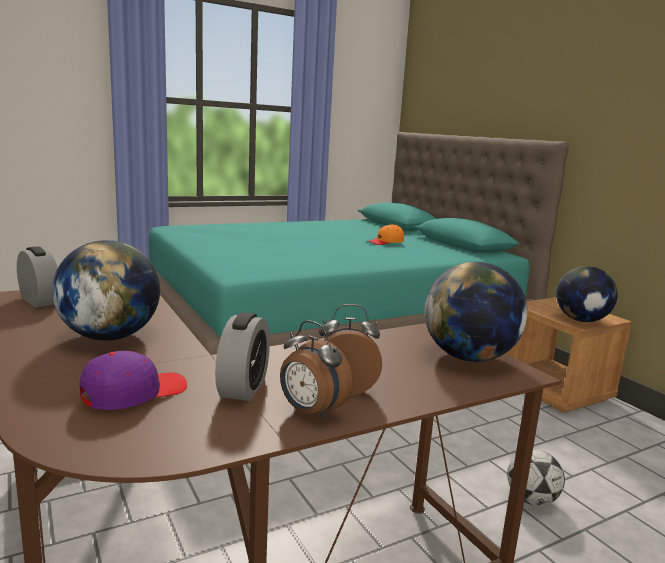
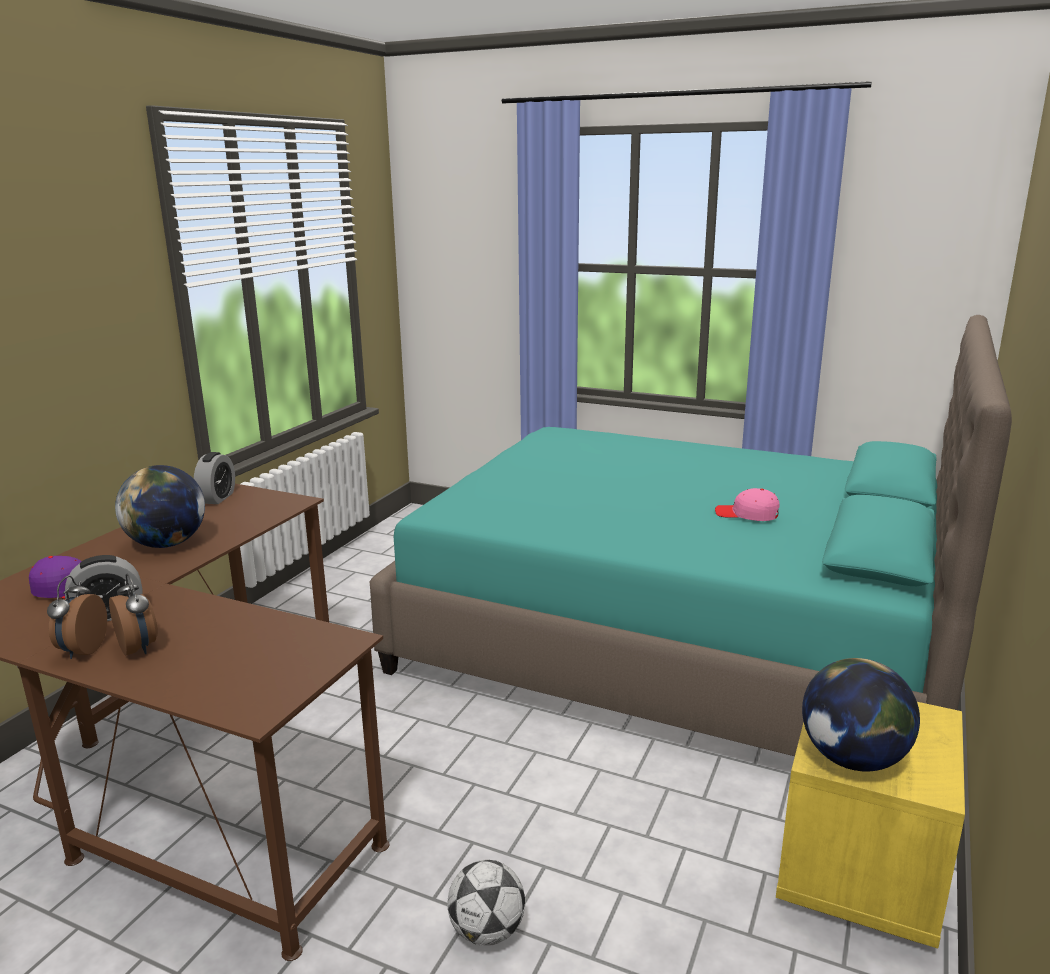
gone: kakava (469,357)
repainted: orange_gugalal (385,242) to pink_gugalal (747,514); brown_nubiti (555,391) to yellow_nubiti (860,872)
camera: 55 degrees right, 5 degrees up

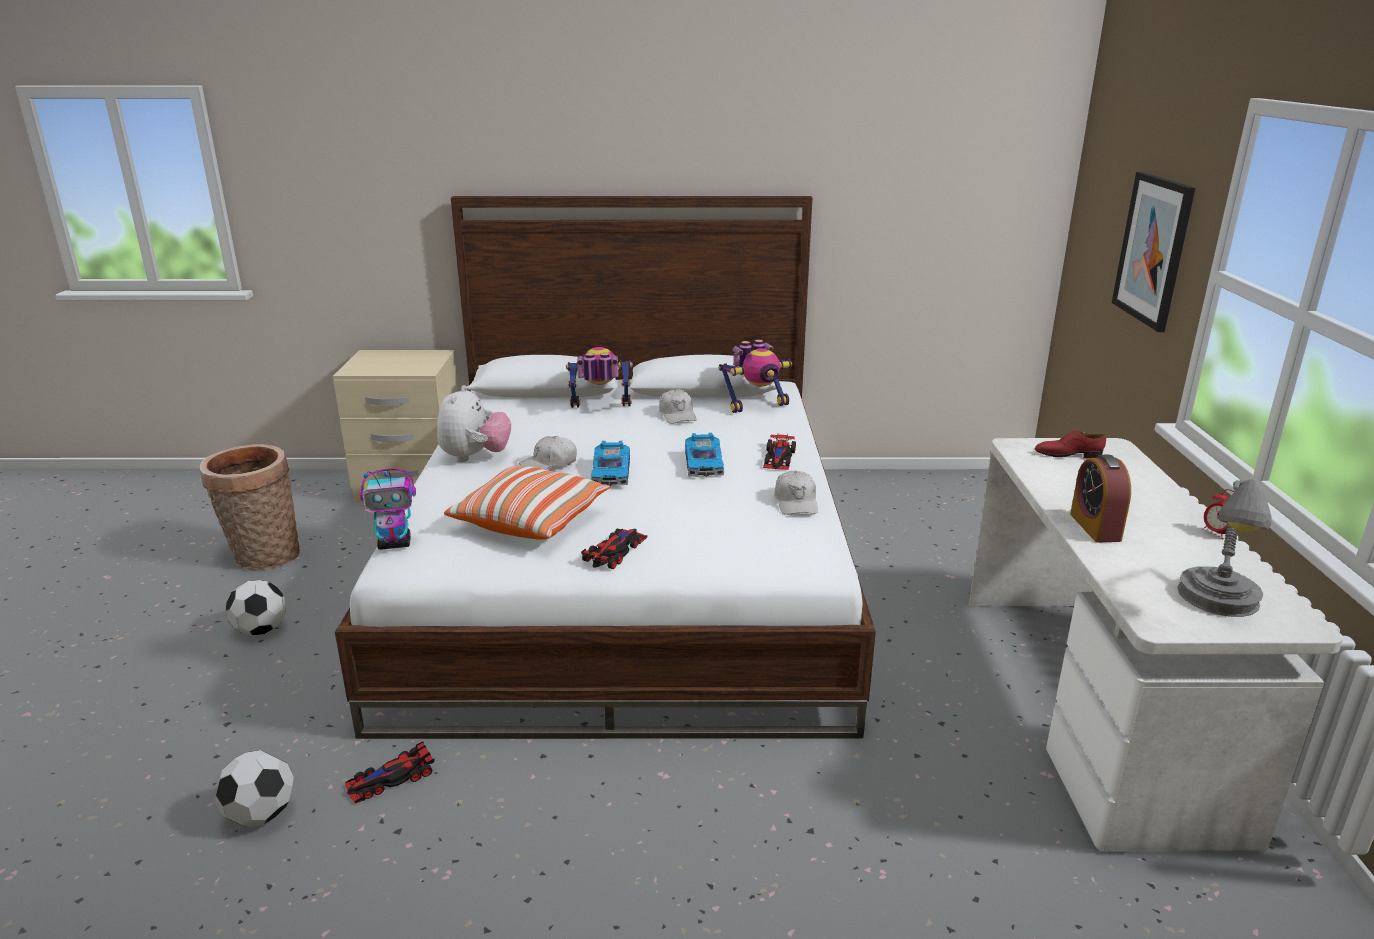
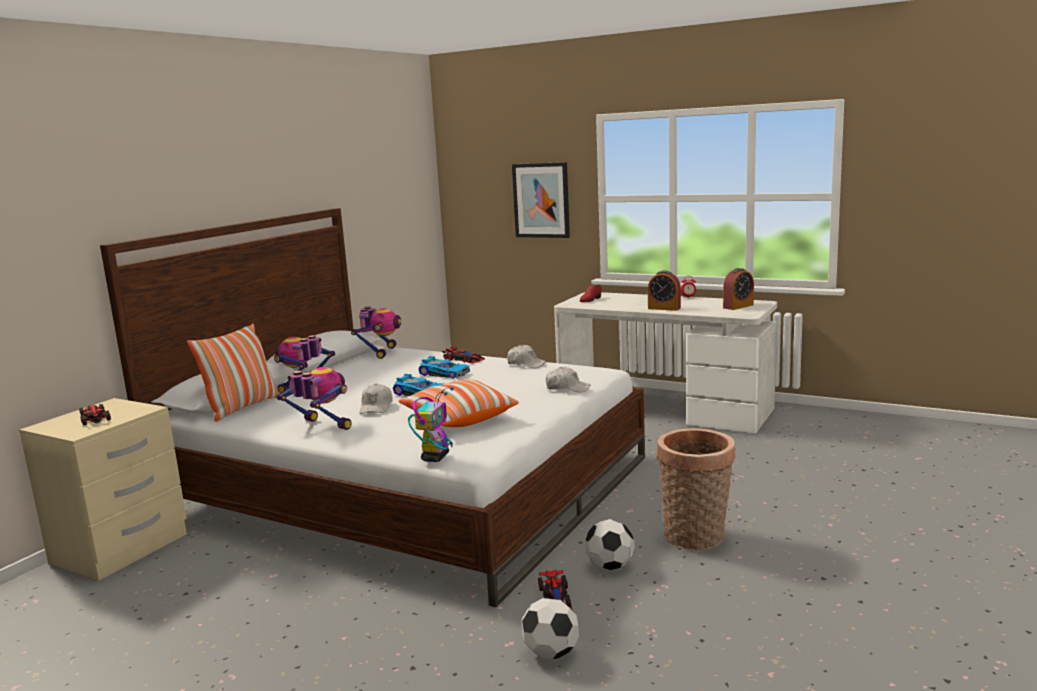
new: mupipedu (242,407)
shifted: white_gugalal (677,415) to (567,388); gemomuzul (263,557) to (695,539); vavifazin (615,551) to (94,417); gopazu (261,630) to (610,566)
swapped: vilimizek (475,457) to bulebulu (321,427); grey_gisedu (1218,600) to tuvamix (738,306)
camera: 60 degrees left, 10 degrees down

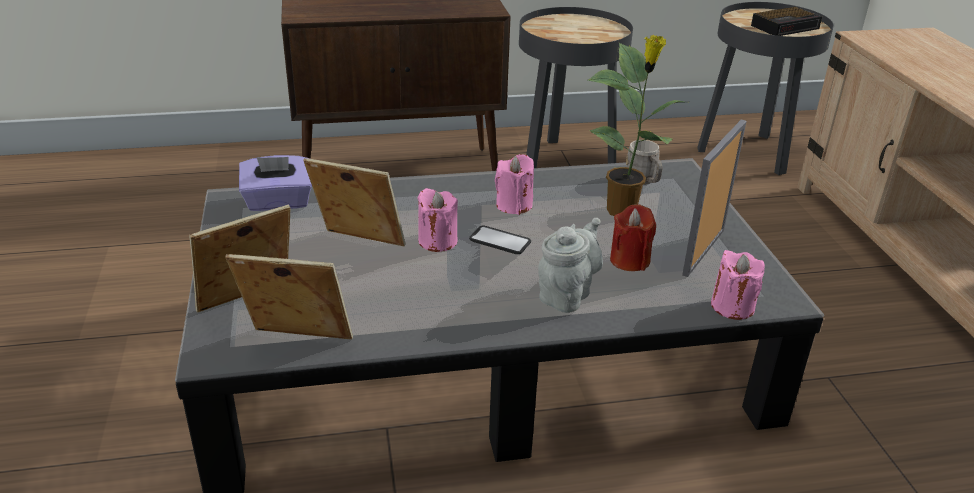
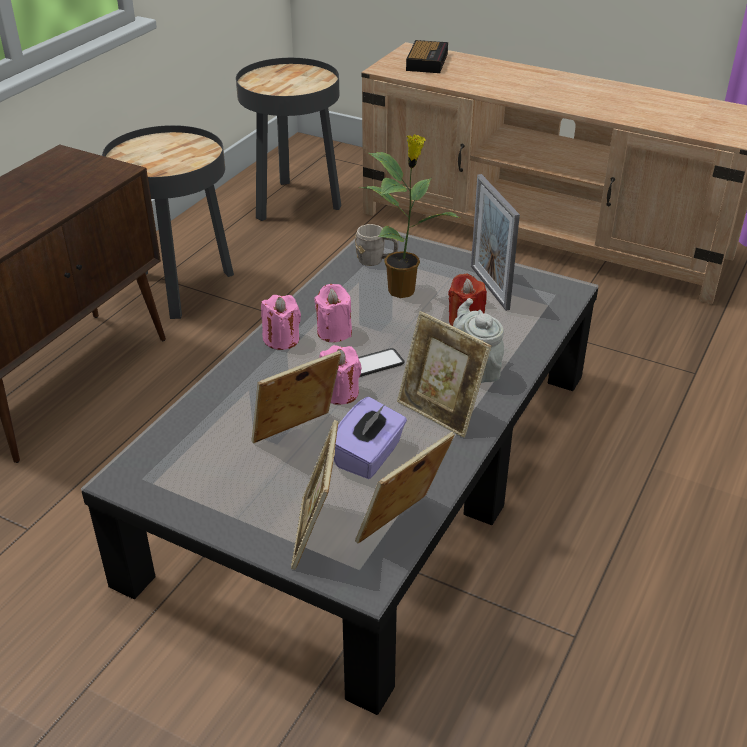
new: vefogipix (440,412)
shifted: tuvamix (786,27) to (427,61); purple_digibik (278,202) to (369,456); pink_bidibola (732,306) to (281,339)
camera: 50 degrees left, 5 degrees up

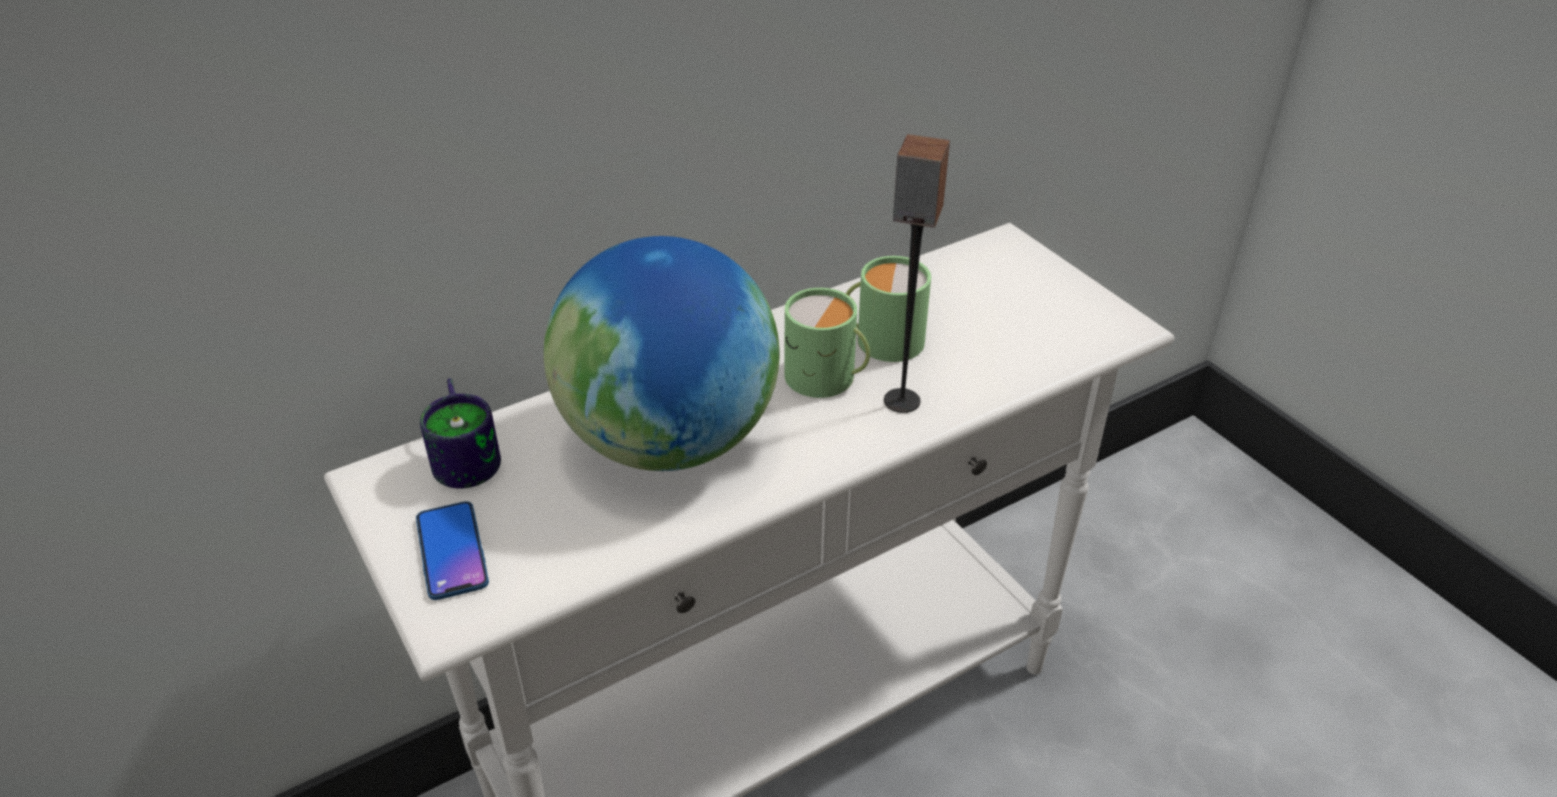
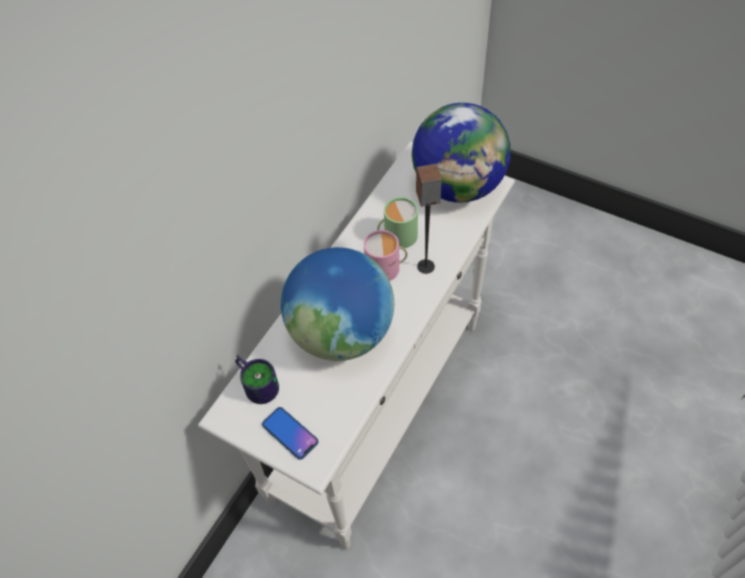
new: kakava (458,186)
repainted: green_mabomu (826,378) to pink_mabomu (386,268)
camera: 25 degrees left, 15 degrees up

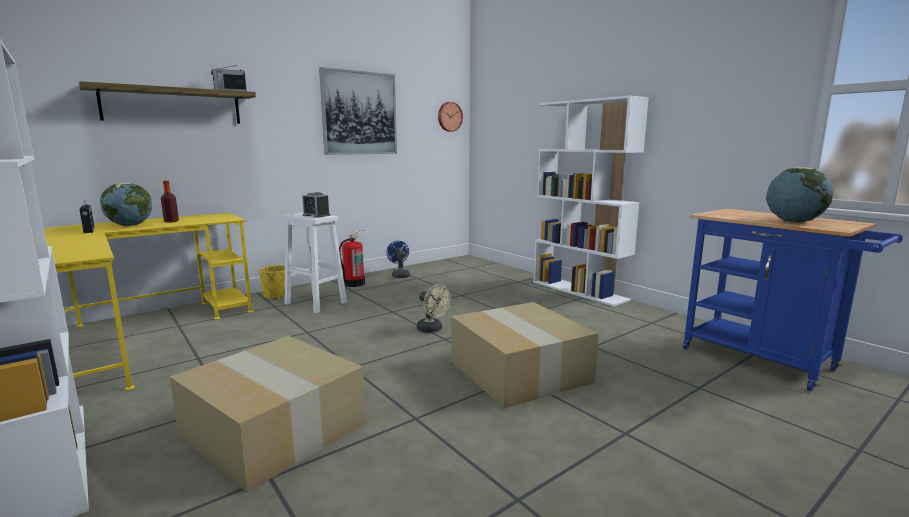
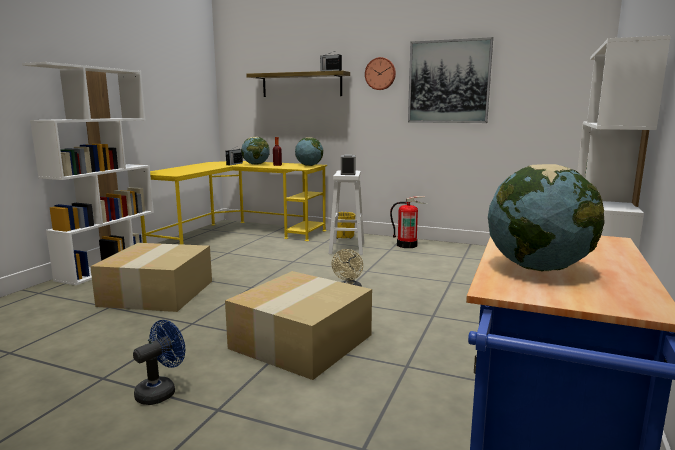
new: kakava (309,165)
shifted: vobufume (449,116) to (380,74); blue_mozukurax (399,275) to (161,391)
camera: 60 degrees right, 0 degrees up

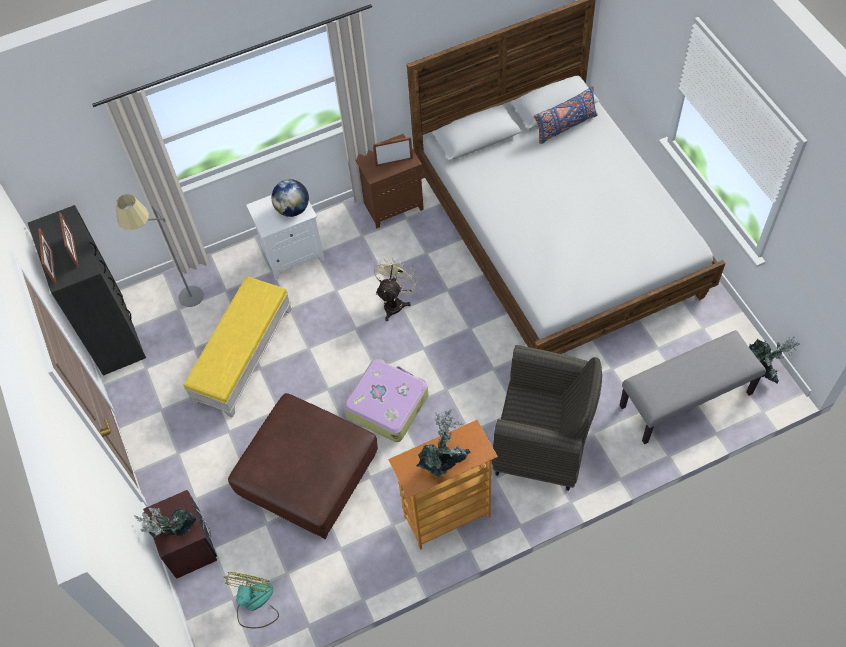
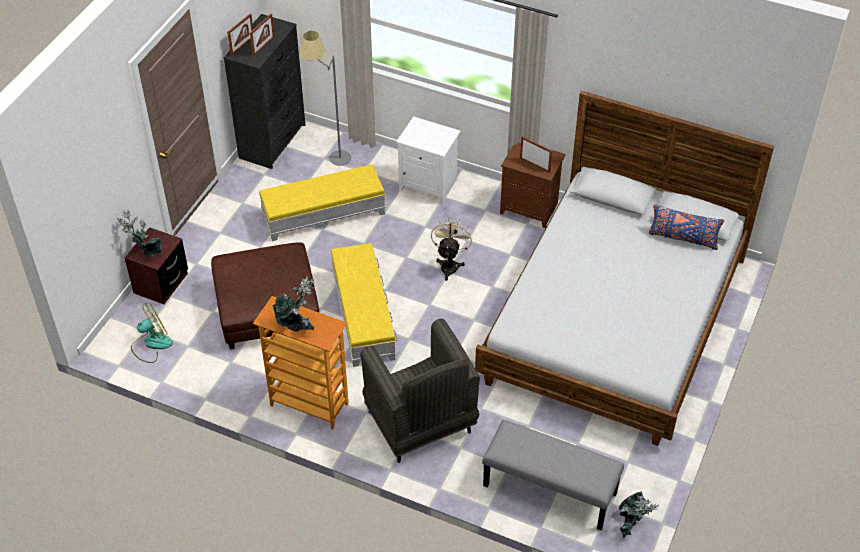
gone: kakava (293,209)
swapped: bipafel (387,404) to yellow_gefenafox (363,314)
rotated: beige_mozukurax (395,302) = (450,264) 60 degrees counterclockwise
camera: 45 degrees right, 10 degrees down

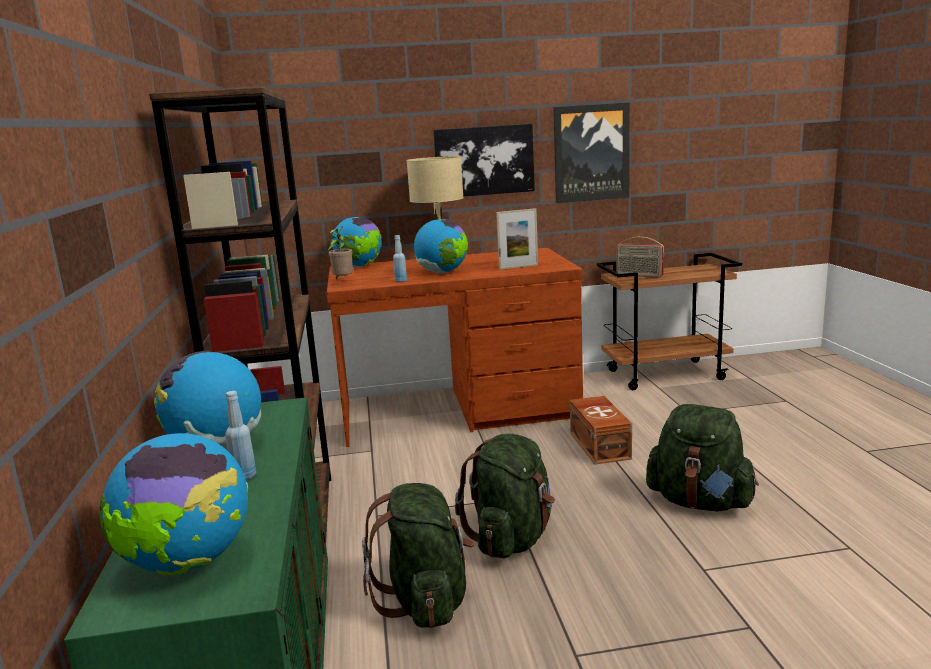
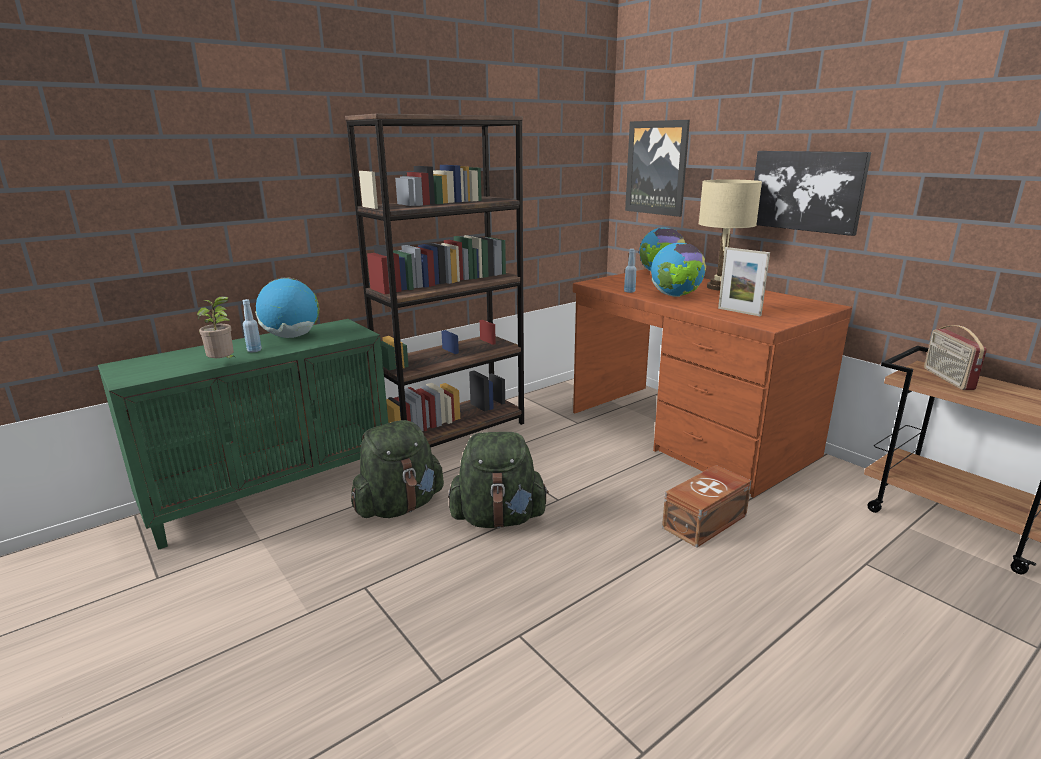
gone: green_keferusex (700,502); kakava (188,563)
shifted: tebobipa (591,153) to (657,168); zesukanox (343,281) to (224,363)
camera: 60 degrees right, 5 degrees up

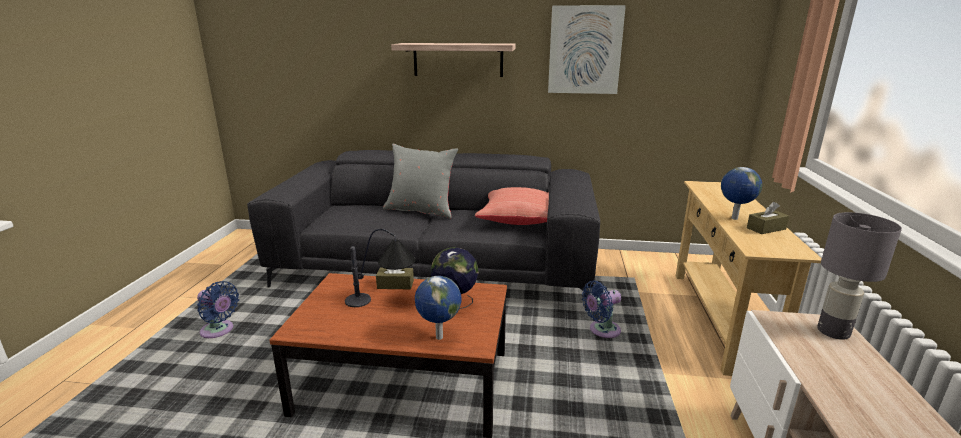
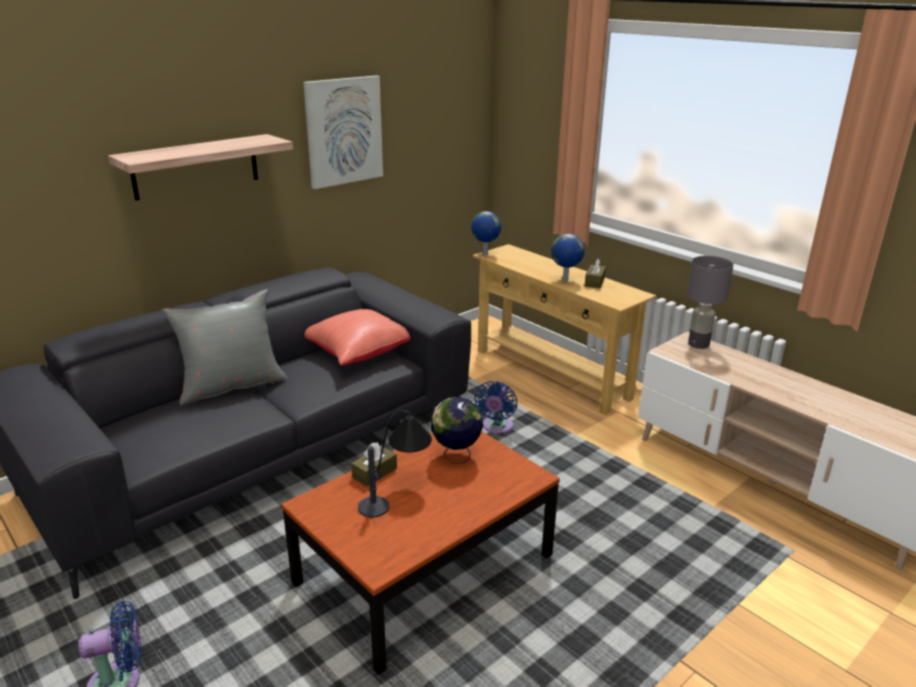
shifted: kakava (438,337) to (485,255)
camera: 50 degrees left, 5 degrees up

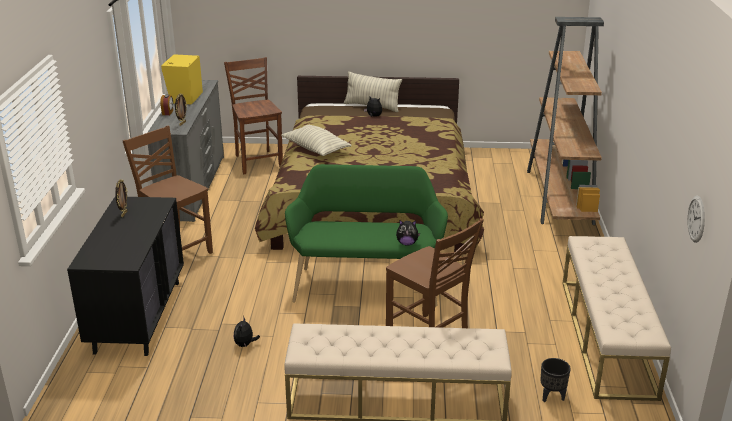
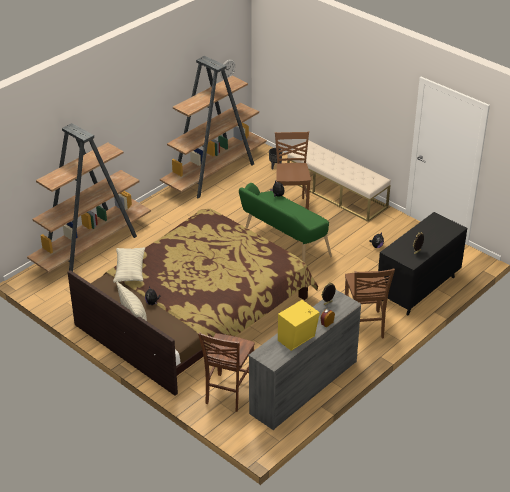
shifted: mupipedu (315,149) to (130,270)
swapped: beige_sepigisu (607,336) to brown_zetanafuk (215,173)
camera: 140 degrees left, 10 degrees up

